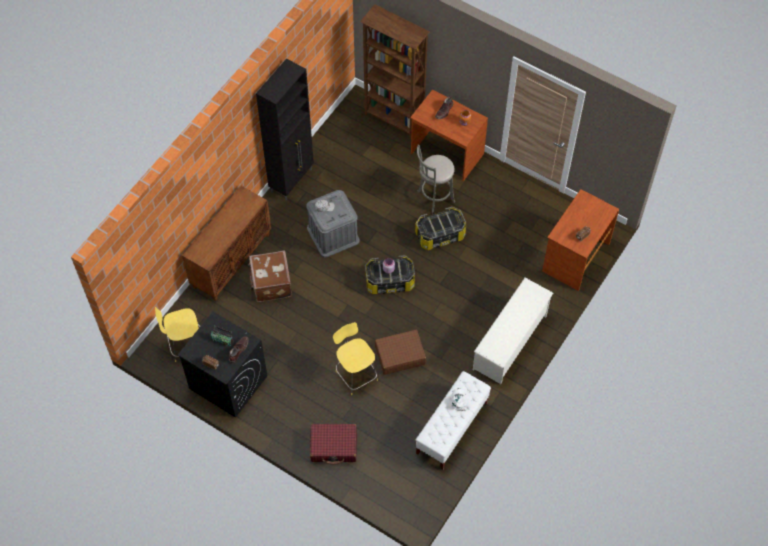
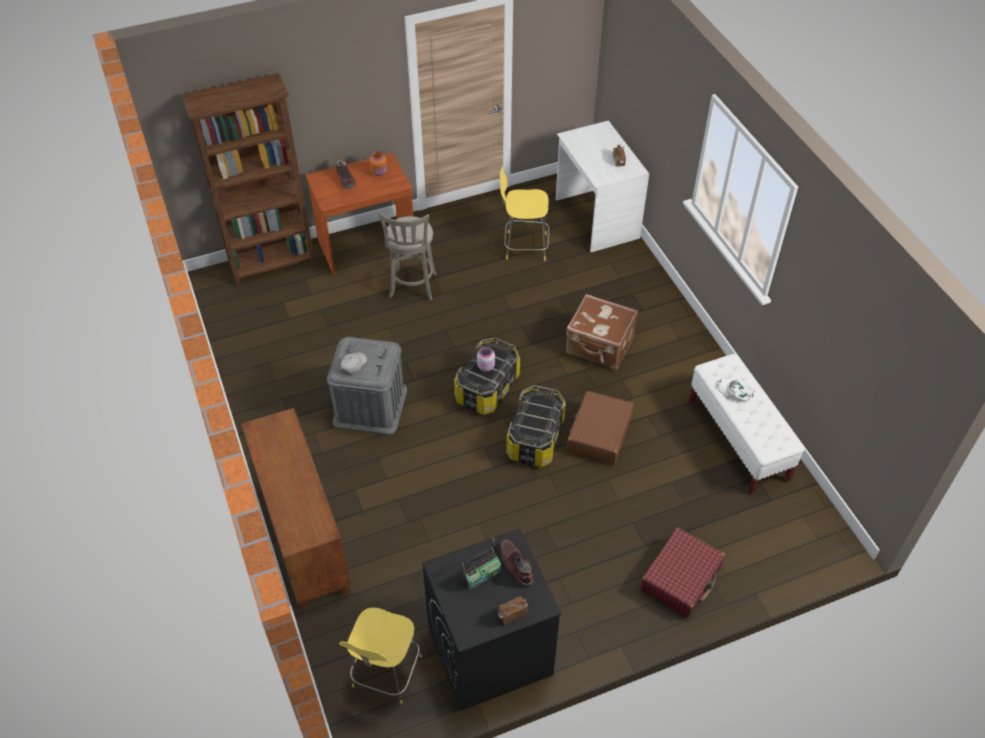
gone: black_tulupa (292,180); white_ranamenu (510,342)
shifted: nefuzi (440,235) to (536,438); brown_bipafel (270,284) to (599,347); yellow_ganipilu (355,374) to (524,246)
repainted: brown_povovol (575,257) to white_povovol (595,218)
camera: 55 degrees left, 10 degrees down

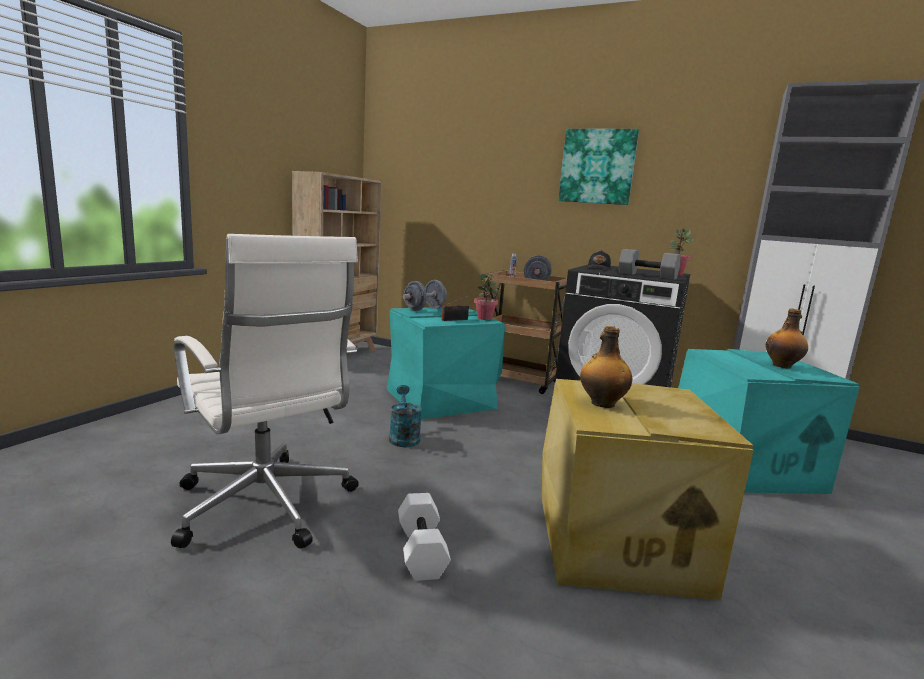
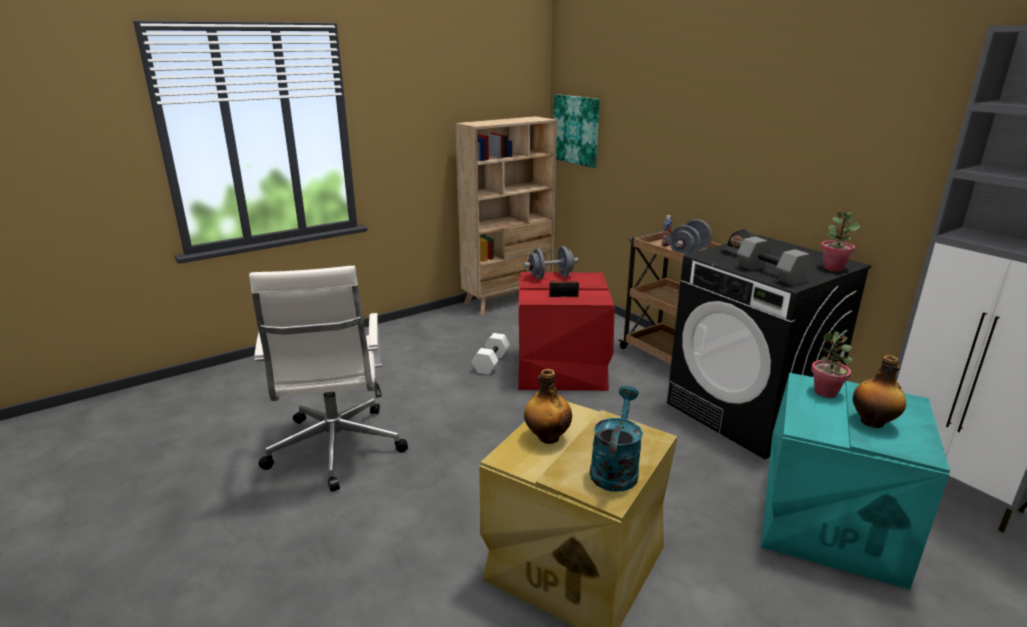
shifted: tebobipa (597,166) to (576,130); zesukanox (484,318) to (826,392); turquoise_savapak (403,437) to (615,468); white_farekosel (420,550) to (490,362)
repainted: turquoise_nefuzi (442,399) to red_nefuzi (562,369)
camera: 30 degrees right, 10 degrees up

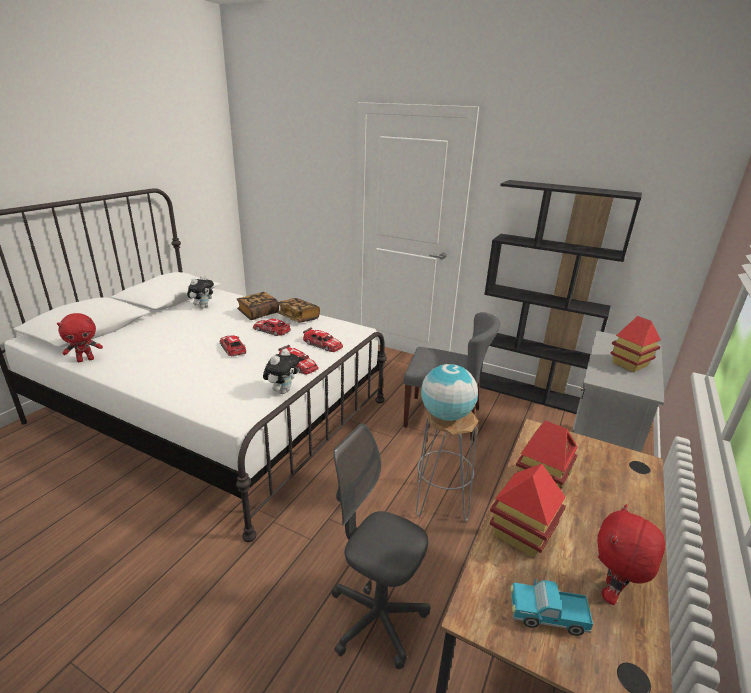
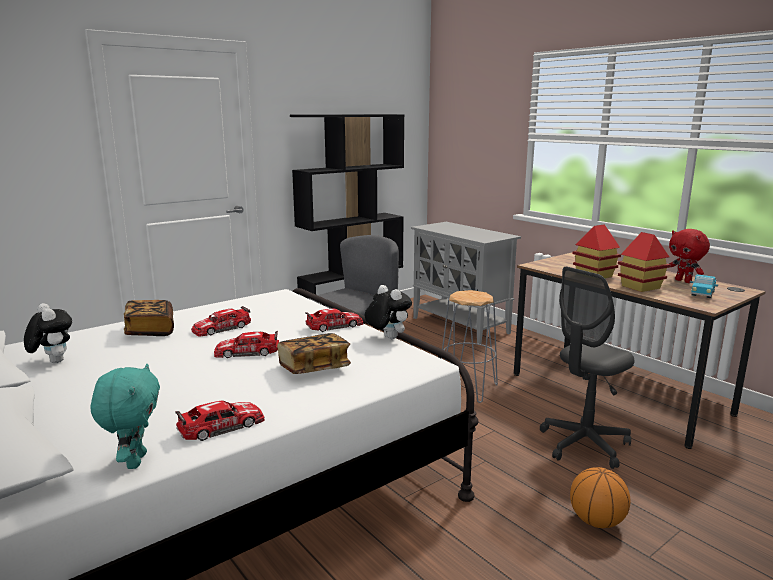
gone: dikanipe (629,364); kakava (446,415)
new: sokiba (597,521)
shifted: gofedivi (298,318) to (314,368); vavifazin (322,344) to (221,426)
repainted: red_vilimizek (86,360) to turquoise_vilimizek (134,461)
camera: 65 degrees left, 10 degrees down

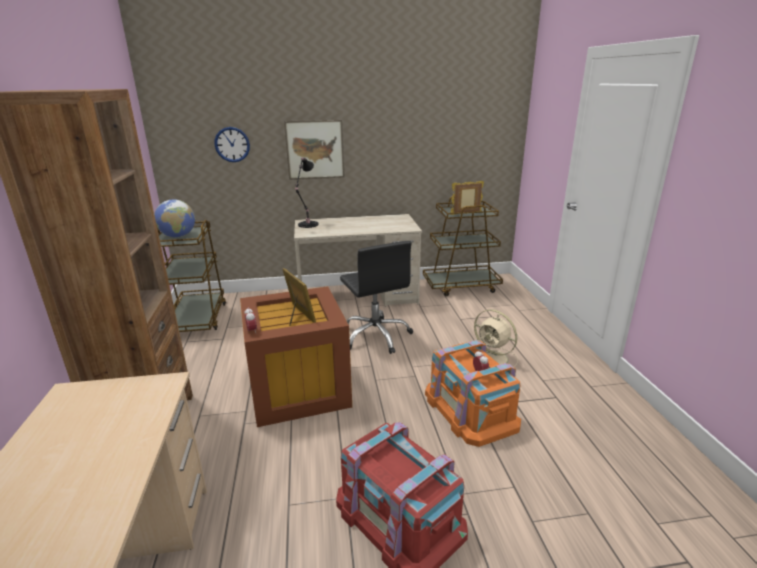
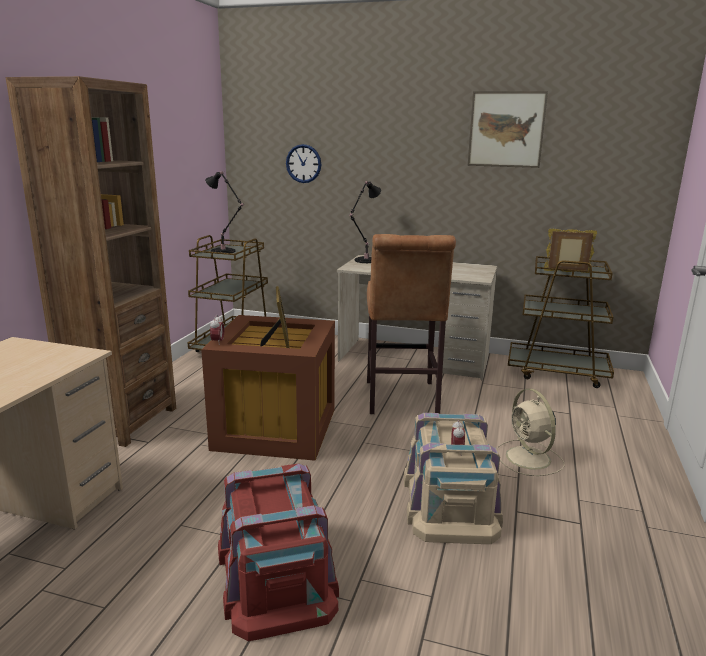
shifted: tebobipa (315,150) to (506,129)
swapped: kakava (178,236) to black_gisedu (224,251); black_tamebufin (376,335) to brown_ganipilu (401,400)
repainted: orange_nefuzi (469,409) to beige_nefuzi (449,501)
camera: 25 degrees right, 5 degrees down

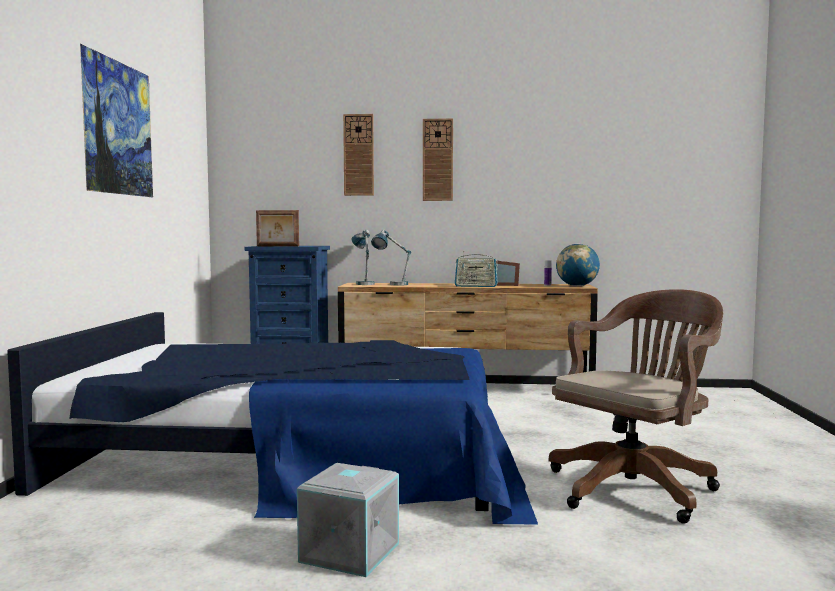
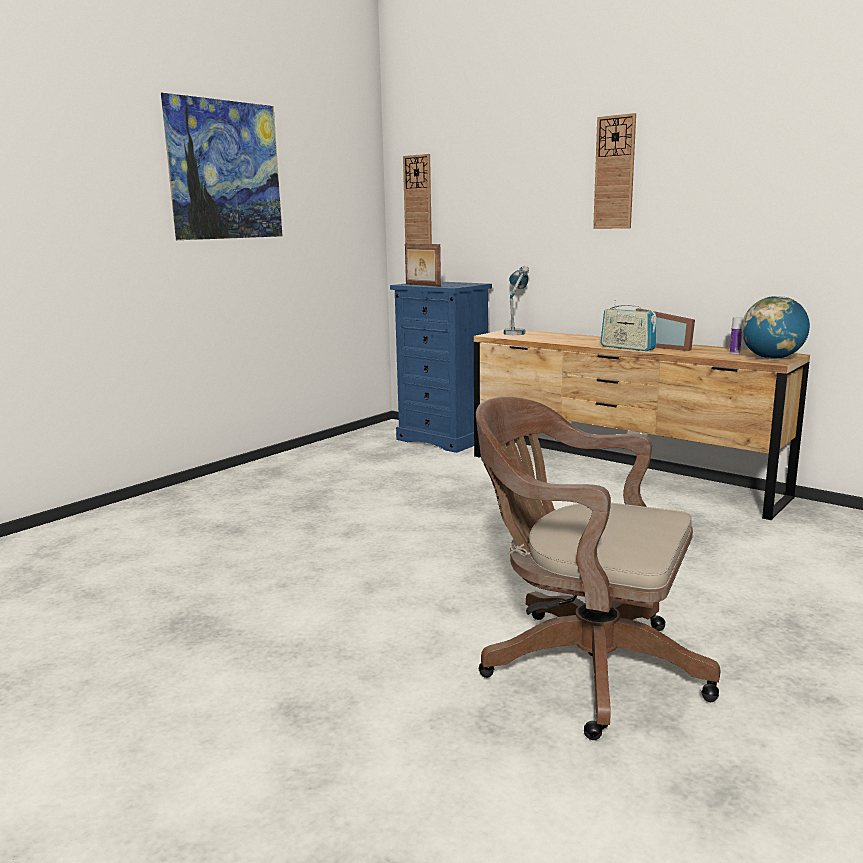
gone: gisedu (392,285); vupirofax (295,454); grey_nefuzi (348,552)
shifted: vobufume (358,155) to (418,201)
rotated: brown_tamebufin (636,487) = (582,665) 150 degrees counterclockwise
camera: 35 degrees right, 10 degrees up

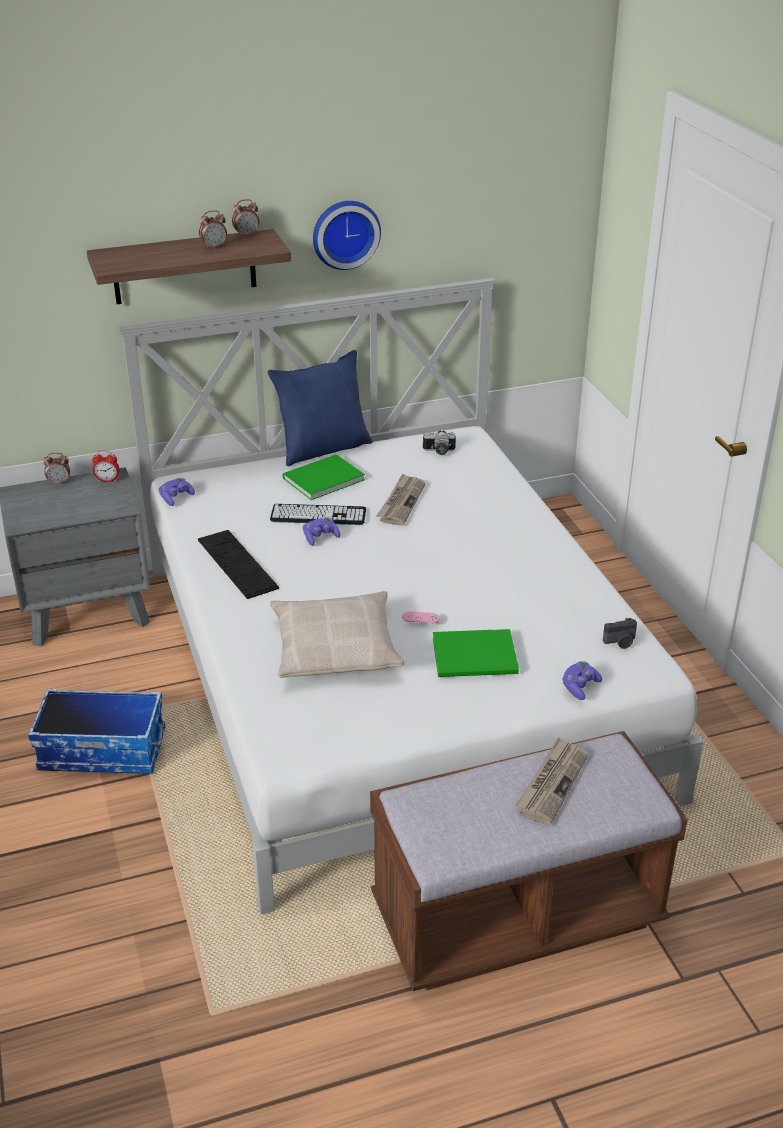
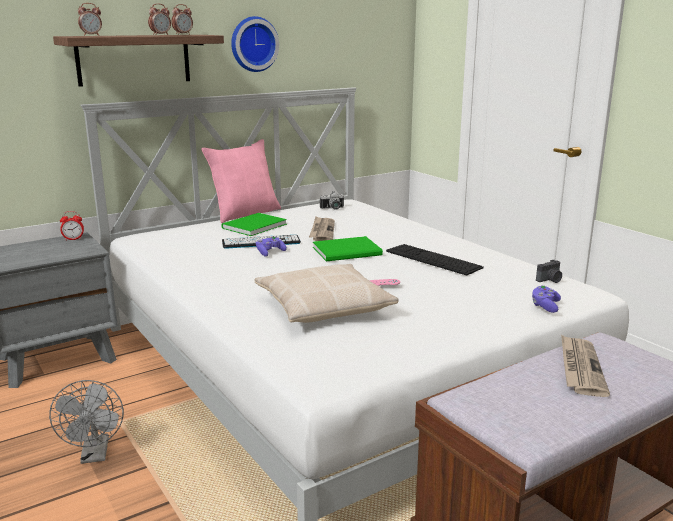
gone: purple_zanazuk (176,498)
shifted: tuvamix (59,482) to (91,35); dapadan (237,563) to (433,259); green_gofedivi (477,657) to (349,251)
swapped: nefuzi (103,750) to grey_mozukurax (95,455)
repainted: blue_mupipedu (323,448) to pink_mupipedu (245,213)
camera: 15 degrees left, 15 degrees down

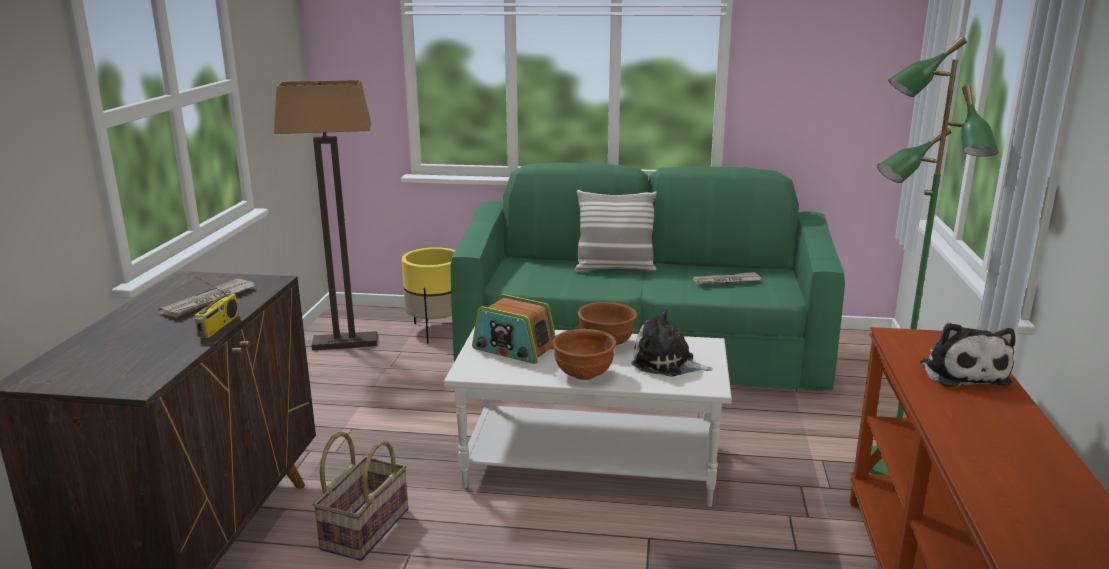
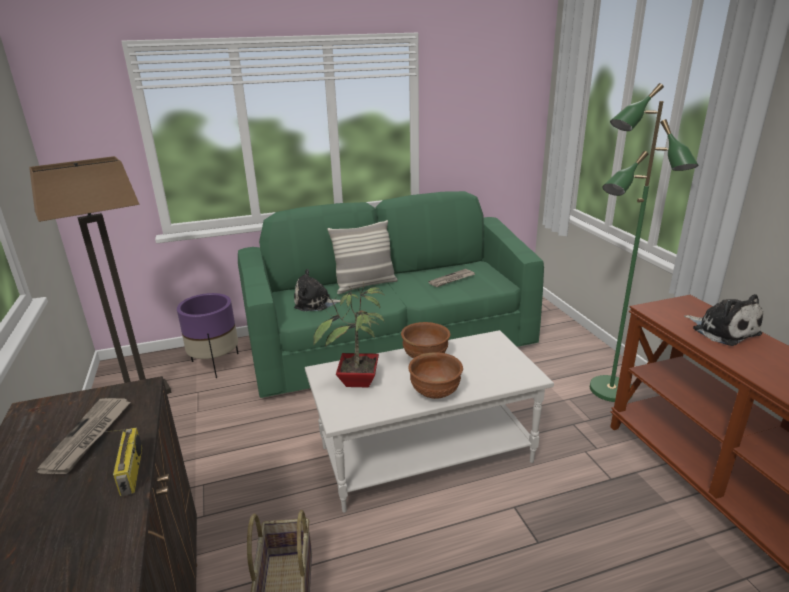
shifted: vilimizek (666,363) to (315,303)
swapped: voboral (514,349) to zesukanox (358,382)
repainted: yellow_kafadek (436,330) to purple_kafadek (215,364)
camera: 25 degrees left, 5 degrees up

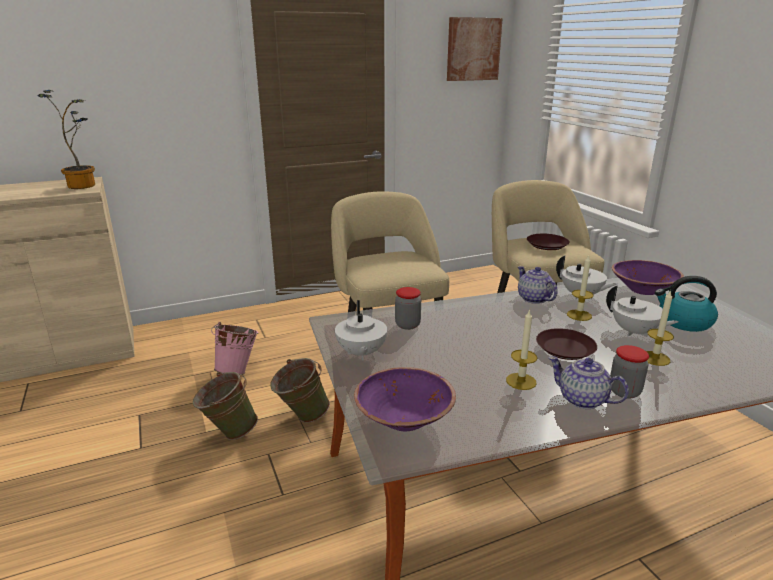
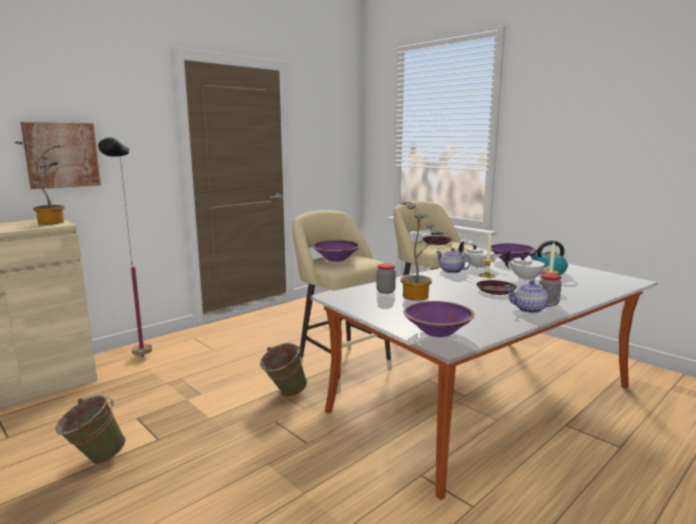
gone: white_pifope (361,353); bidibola (521,381); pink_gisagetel (238,370)
new: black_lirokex (139,363); zesukanox (419,296); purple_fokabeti (336,259)
shifted: tebobipa (473,49) to (62,155); green_gisagetel (228,432) to (94,459)
camera: 20 degrees left, 10 degrees down

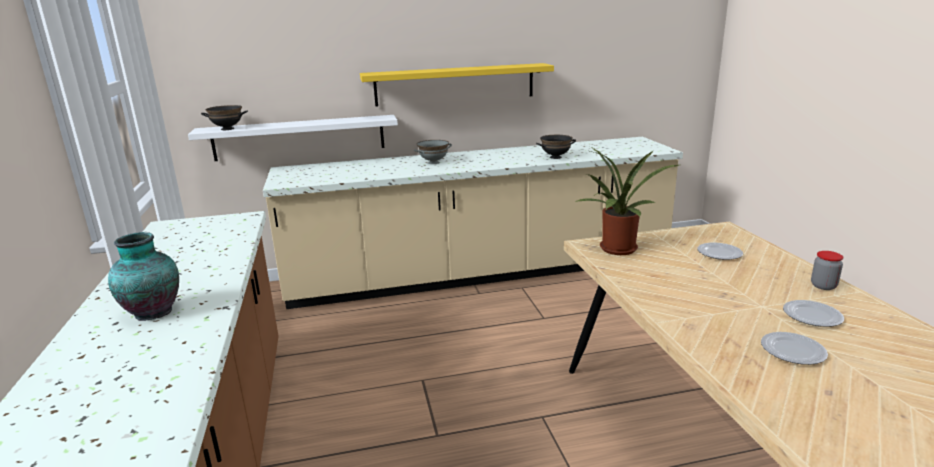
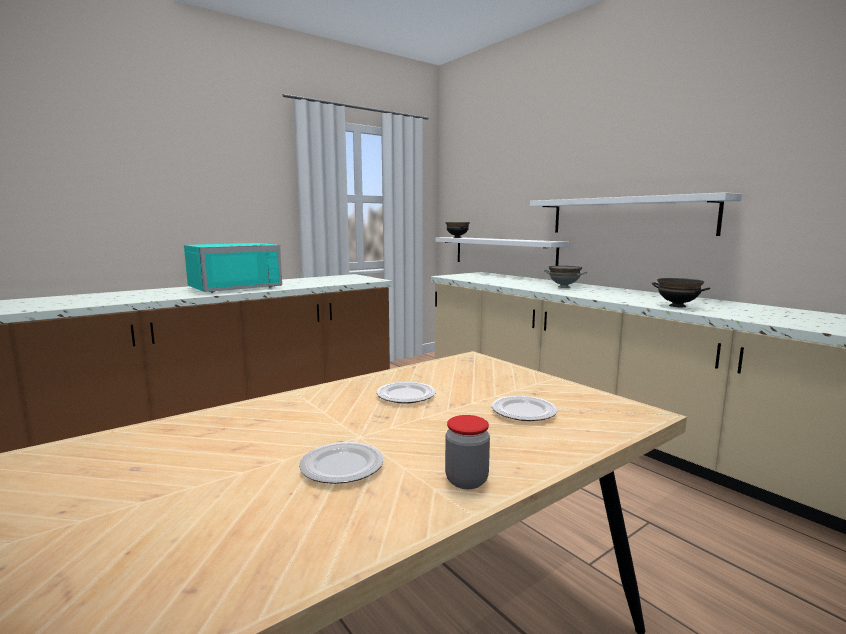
gone: zesukanox (618,251)
shifted: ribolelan (793,351) to (405,396)
swapped: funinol (152,312) to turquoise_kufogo (233,287)
repainted: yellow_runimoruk (455,84) to white_runimoruk (628,216)
camera: 65 degrees right, 10 degrees down

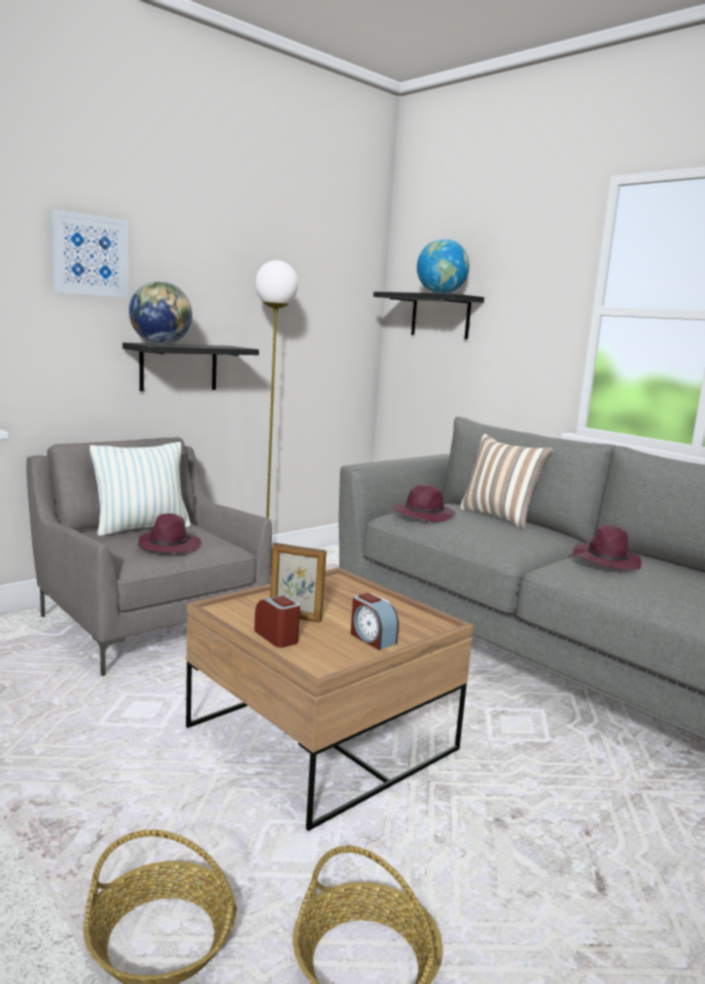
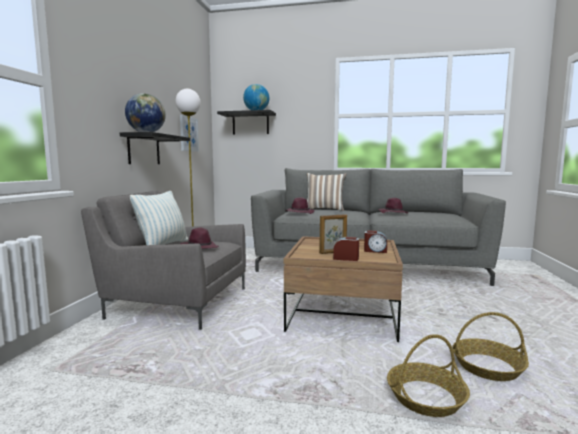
shifted: tebobipa (90,255) to (188,134)
camera: 35 degrees left, 5 degrees down

